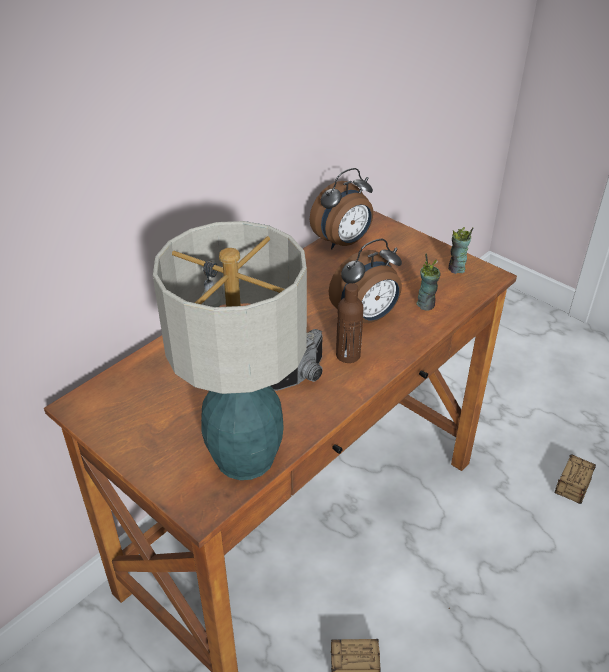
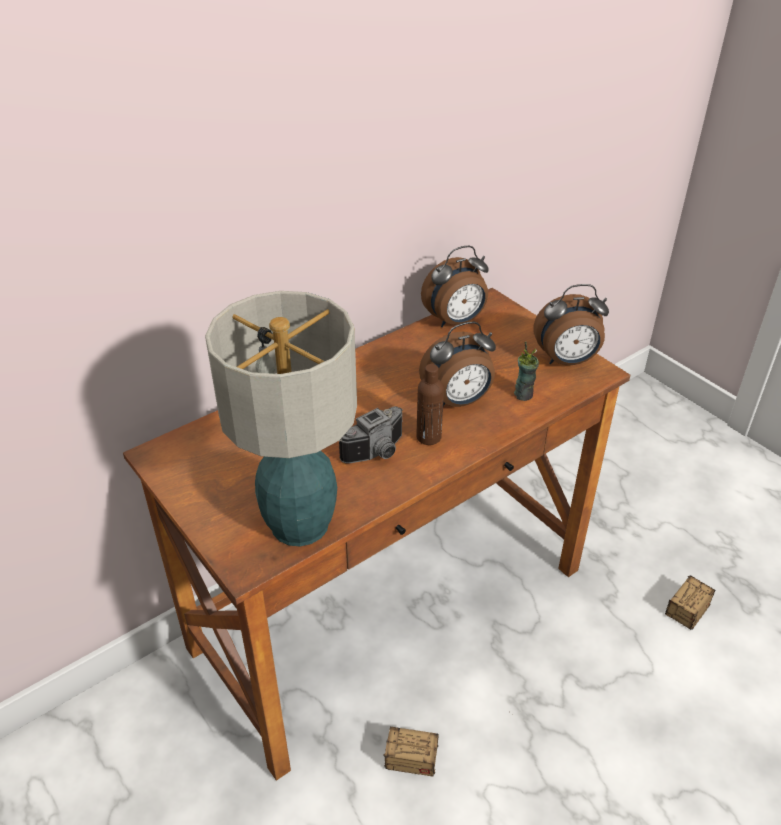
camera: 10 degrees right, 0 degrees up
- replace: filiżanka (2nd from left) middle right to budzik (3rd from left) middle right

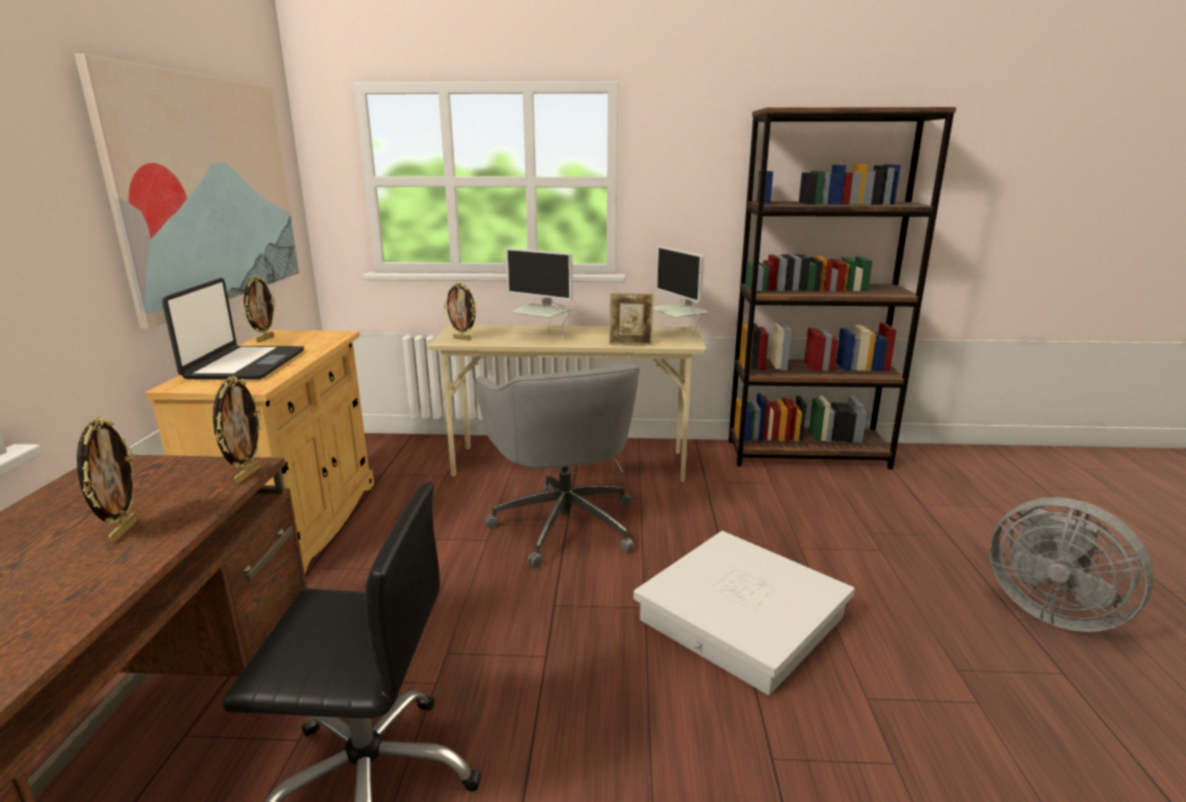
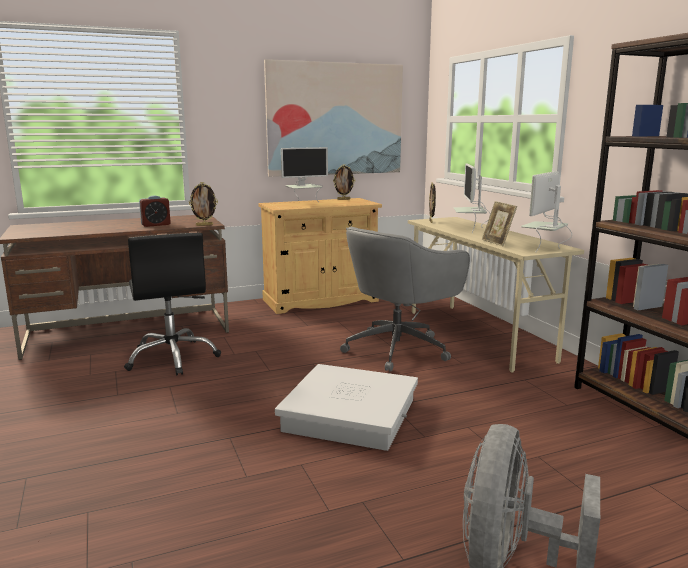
camera: 65 degrees right, 5 degrees down
- replace: ramka na zdjęcie (1st from left) middle left to budzik middle left
- replace: laptop middle left to monitor (1st from left) top centre

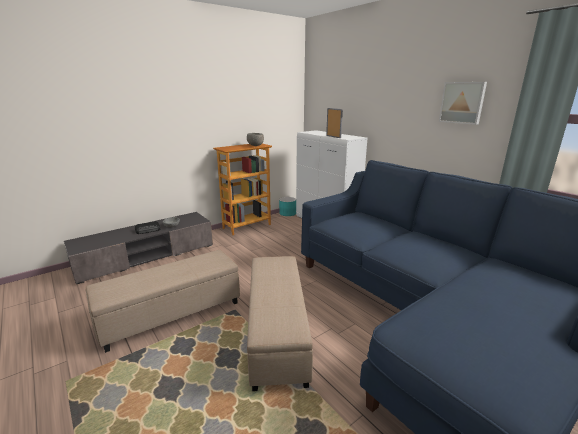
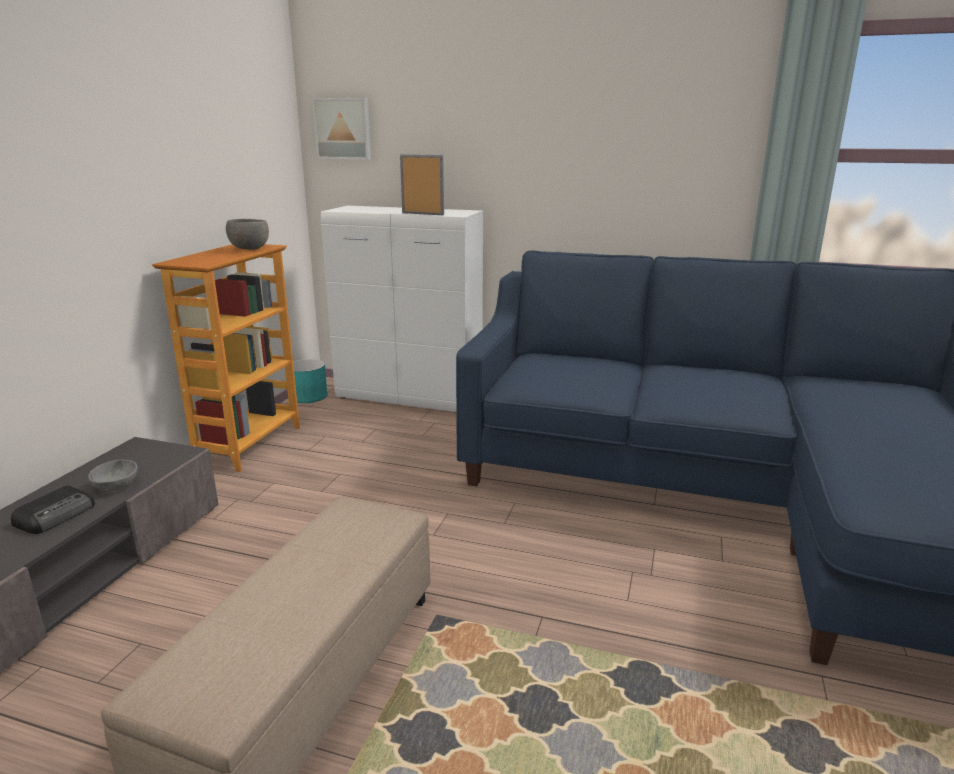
camera: 35 degrees left, 0 degrees up
- delete: pufa/beżowy (2nd from left) bottom centre
- move: obraz top right to top centre

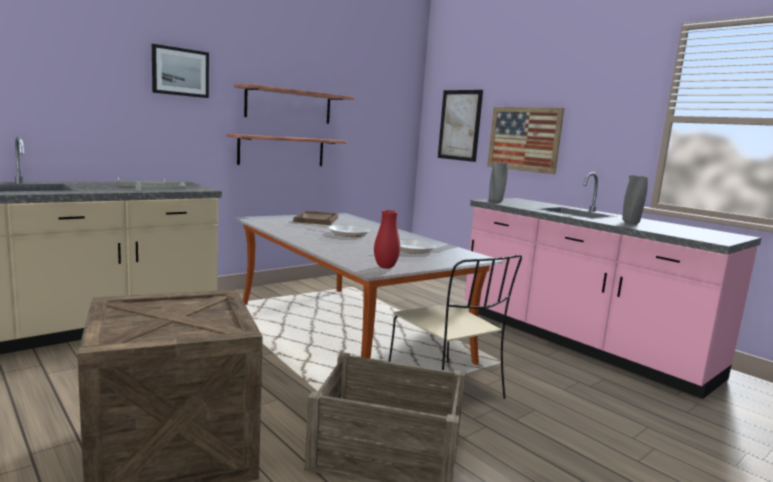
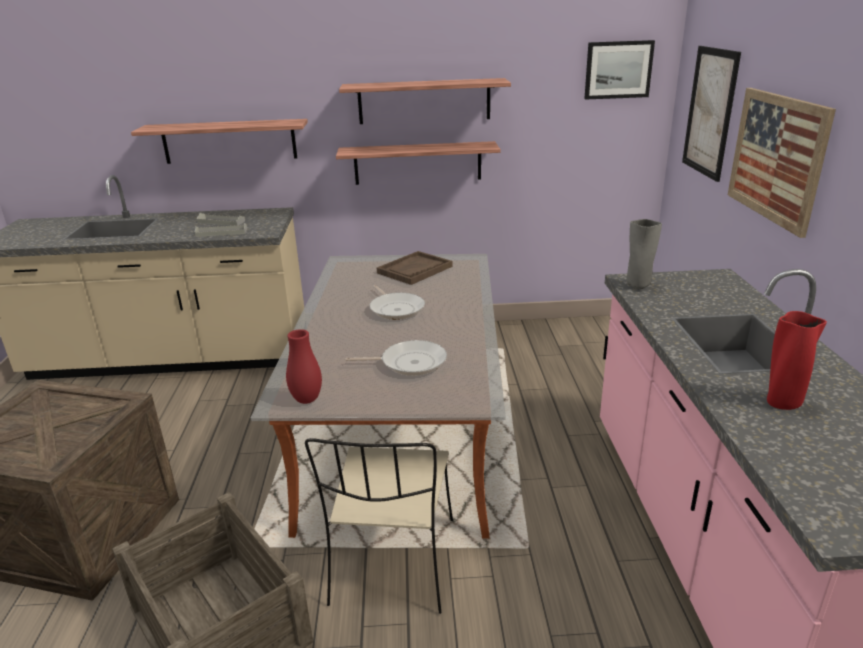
camera: 40 degrees right, 15 degrees up
- insert: półka (1st from left) top left
- move: obraz (1st from left) top left to top right
- recolor: wazon/szary (2nd from left) middle right to wazon/czerwony (2nd from left) middle right

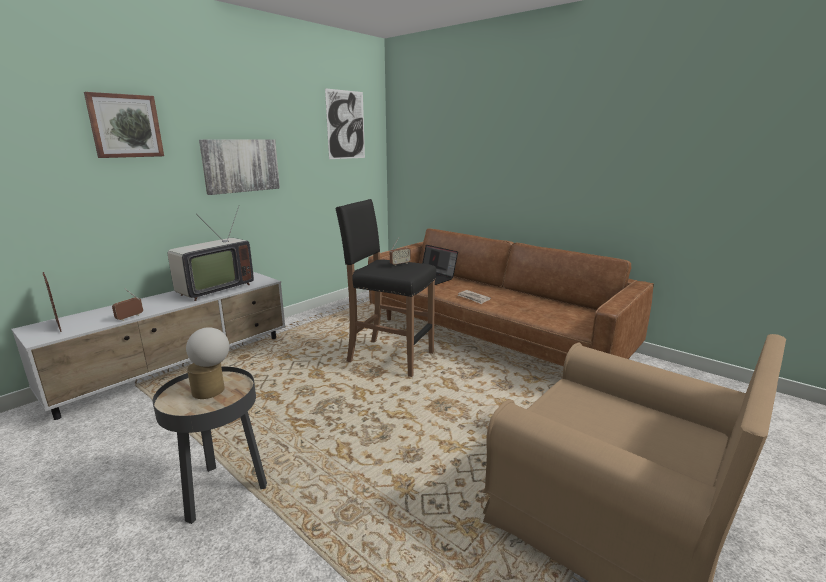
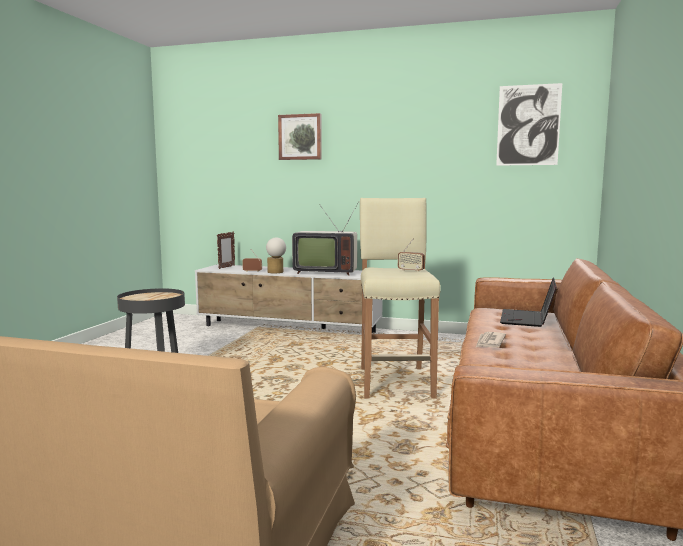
camera: 65 degrees right, 10 degrees down
- delete: obraz (2nd from left) top left
- move: lampa stołowa middle left to centre
- recolor: stołek/czarny centre to stołek/beżowy centre

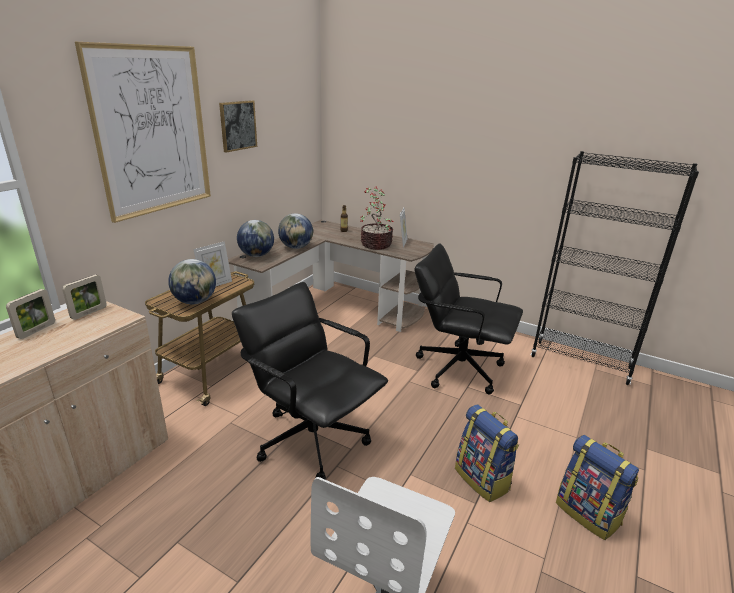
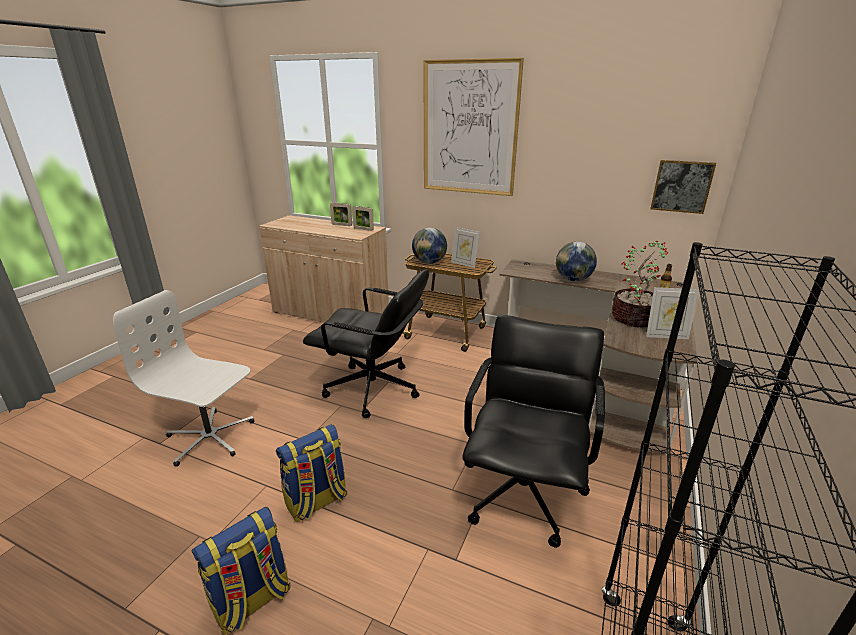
camera: 85 degrees right, 0 degrees up
- delete: globus (2nd from left) centre
- move: obraz (2nd from left) top left to top right
- rotate: krzesło biurowe/czarny (1st from left) centre = centre 75 degrees clockwise

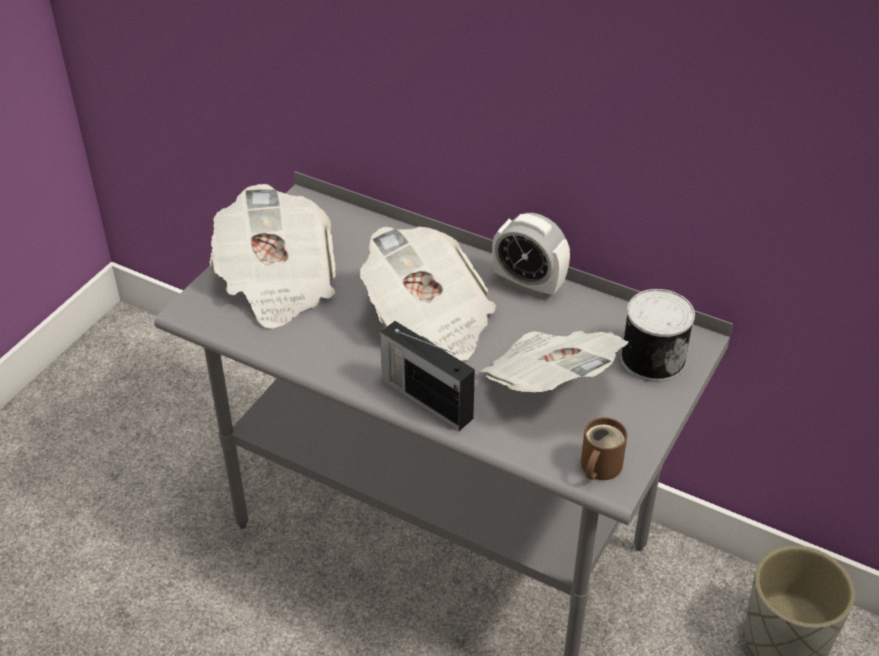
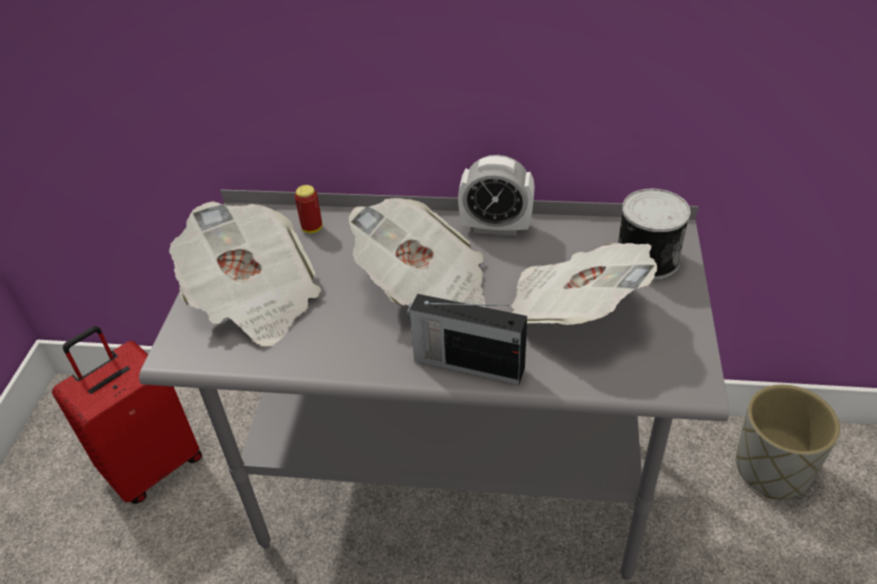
camera: 20 degrees left, 0 degrees up
- delete: kubek/brązowy bottom right
- insert: walizka/czerwony bottom left
- insert: puszka (1st from left) centre

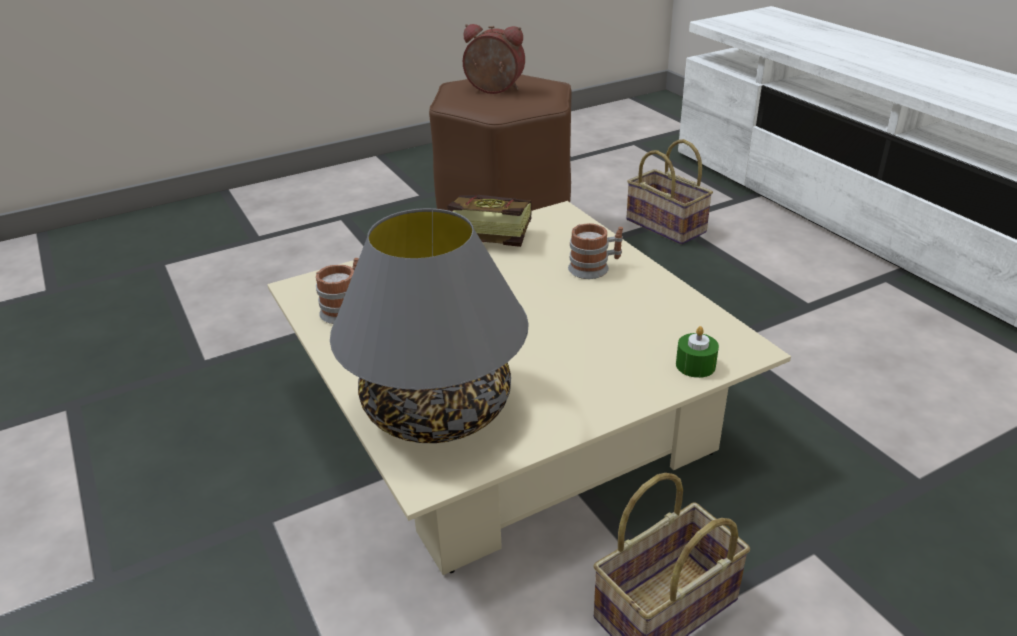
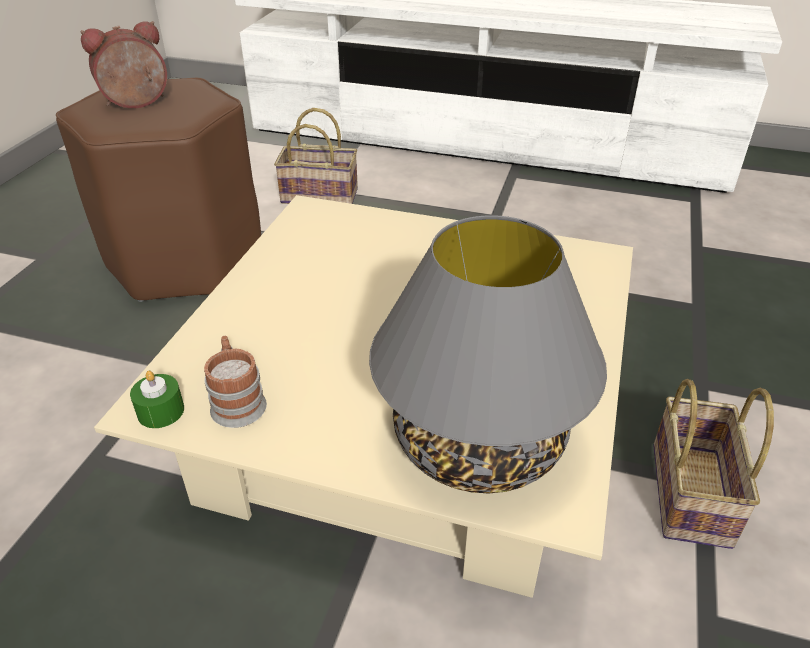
camera: 45 degrees left, 5 degrees up
- delete: książka centre
- delete: kubek (2nd from left) centre
- move: świeca/zielony middle right to middle left

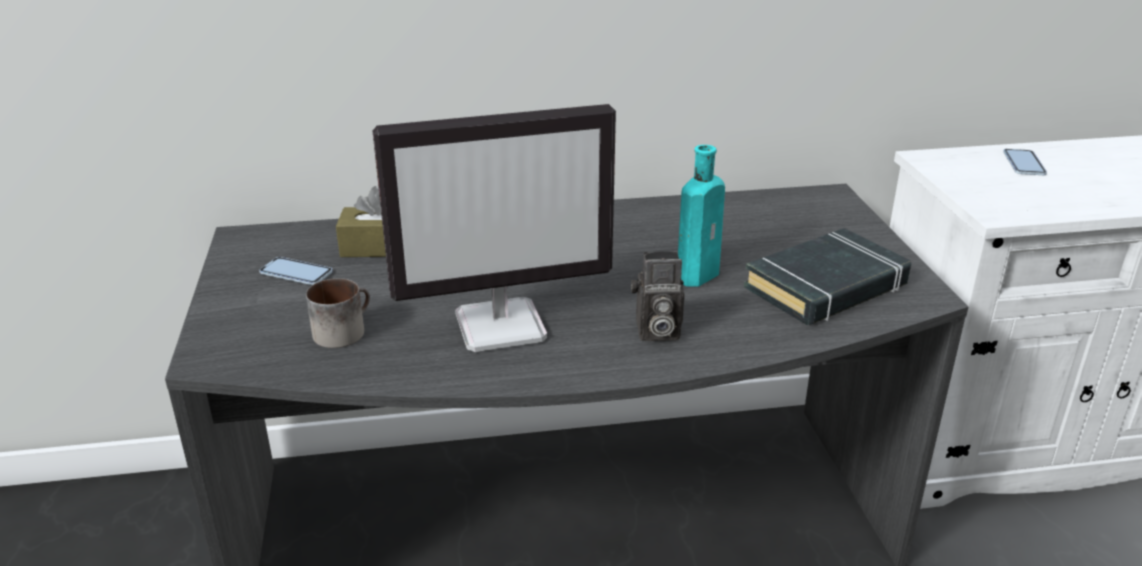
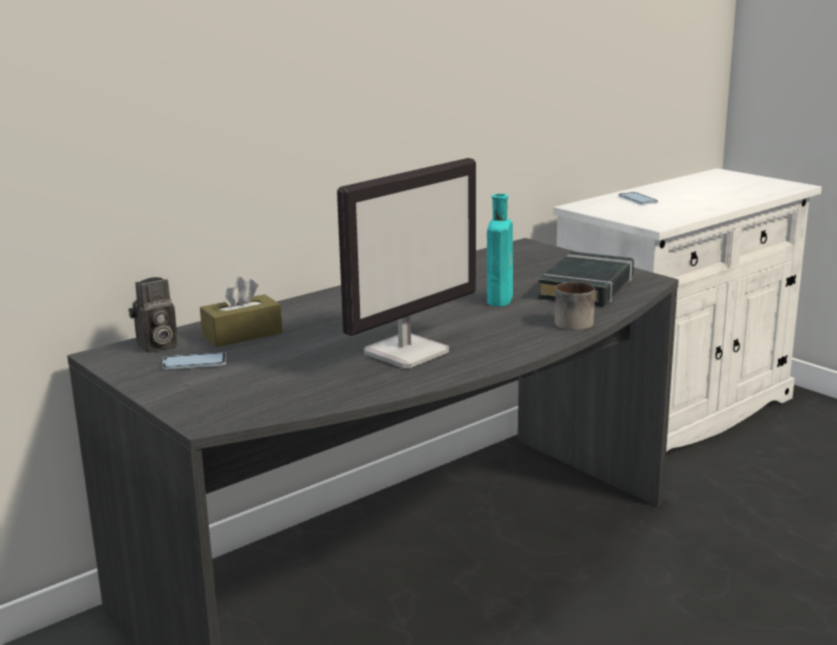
camera: 30 degrees left, 10 degrees down
- move: kubek middle left to middle right
- move: aparat fotograficzny centre to middle left

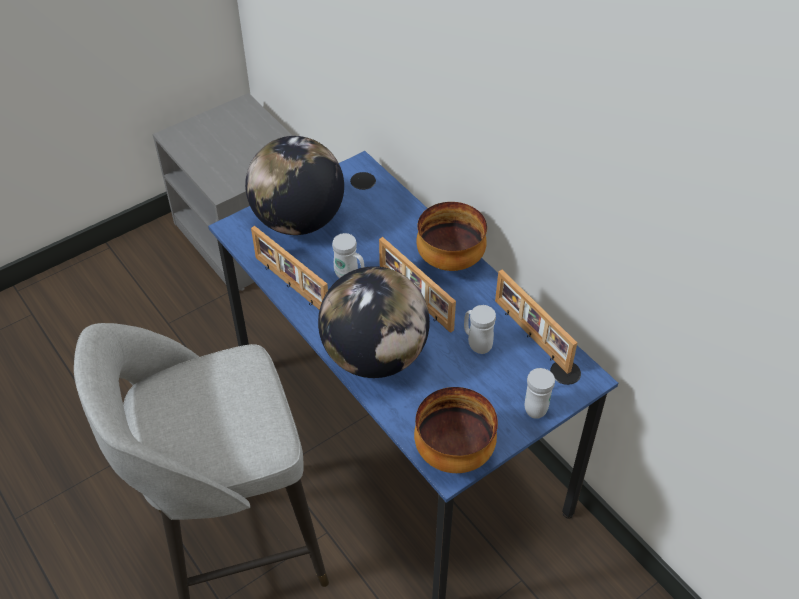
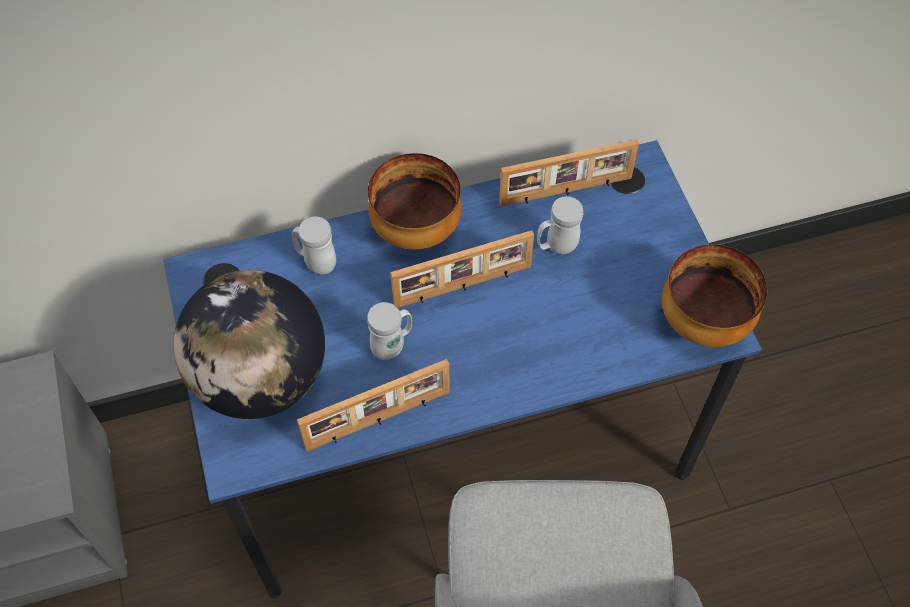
camera: 70 degrees left, 10 degrees up
- delete: globus (2nd from left) centre
- move: kubek/biały (3rd from left in the first image) middle right to kubek/biały (1st from left) centre

